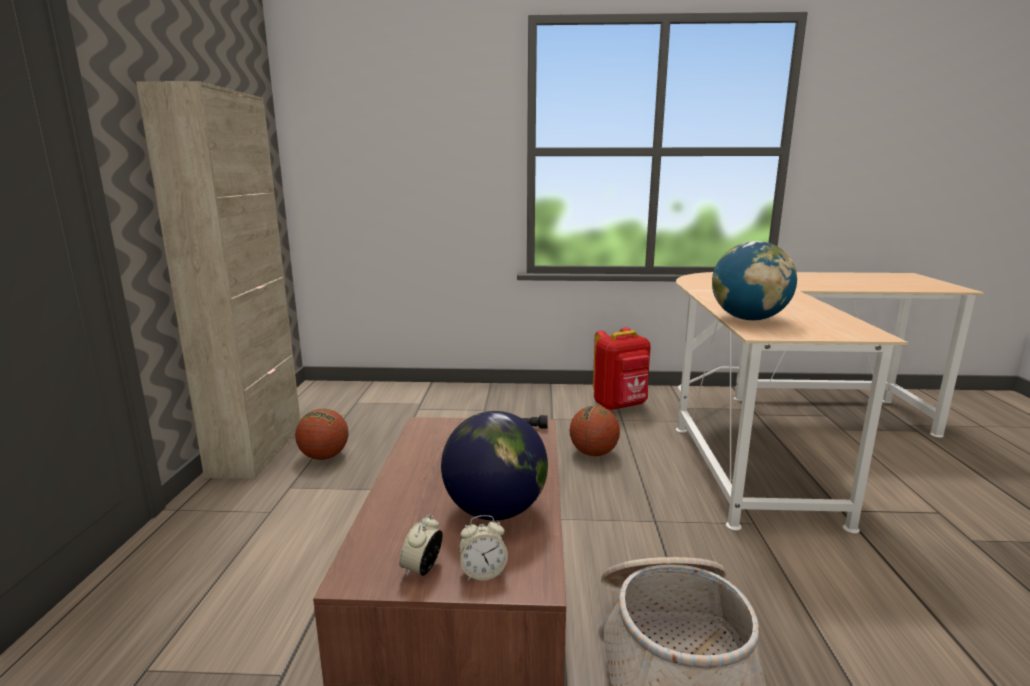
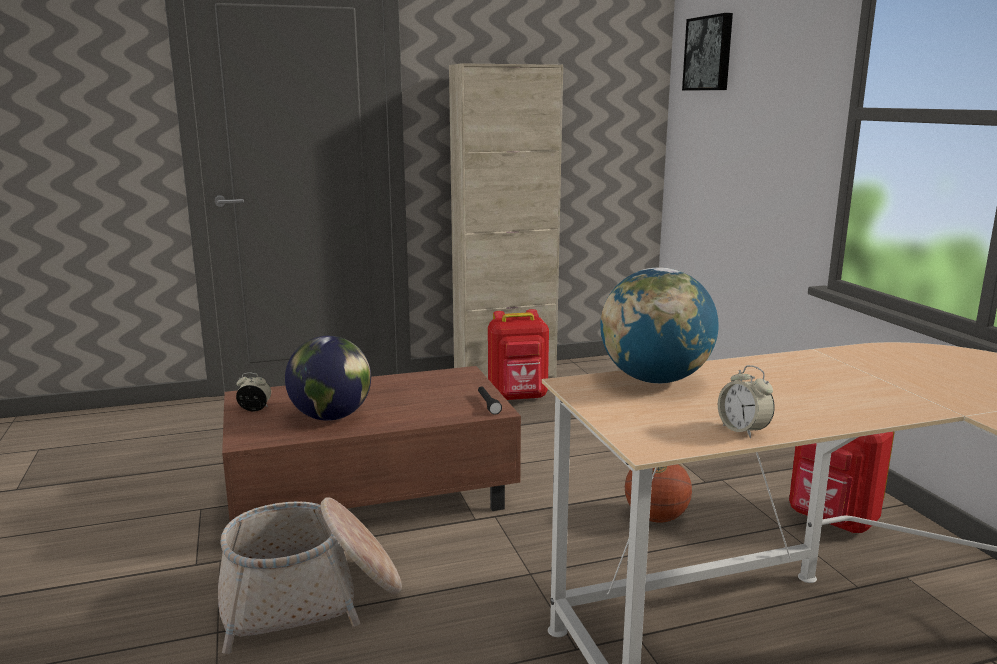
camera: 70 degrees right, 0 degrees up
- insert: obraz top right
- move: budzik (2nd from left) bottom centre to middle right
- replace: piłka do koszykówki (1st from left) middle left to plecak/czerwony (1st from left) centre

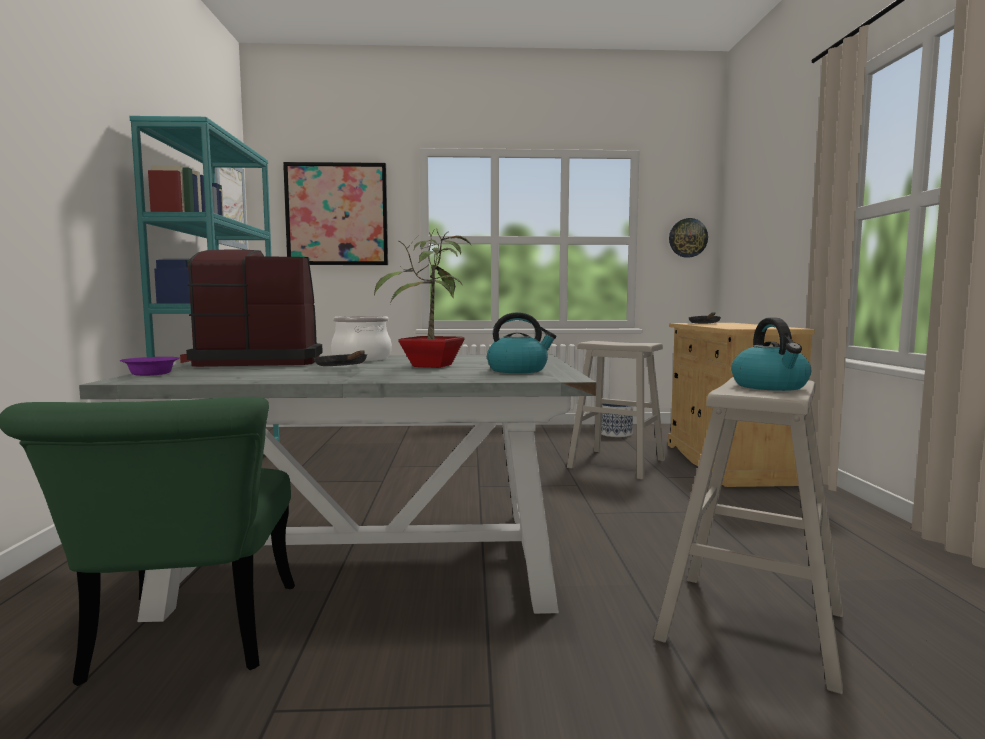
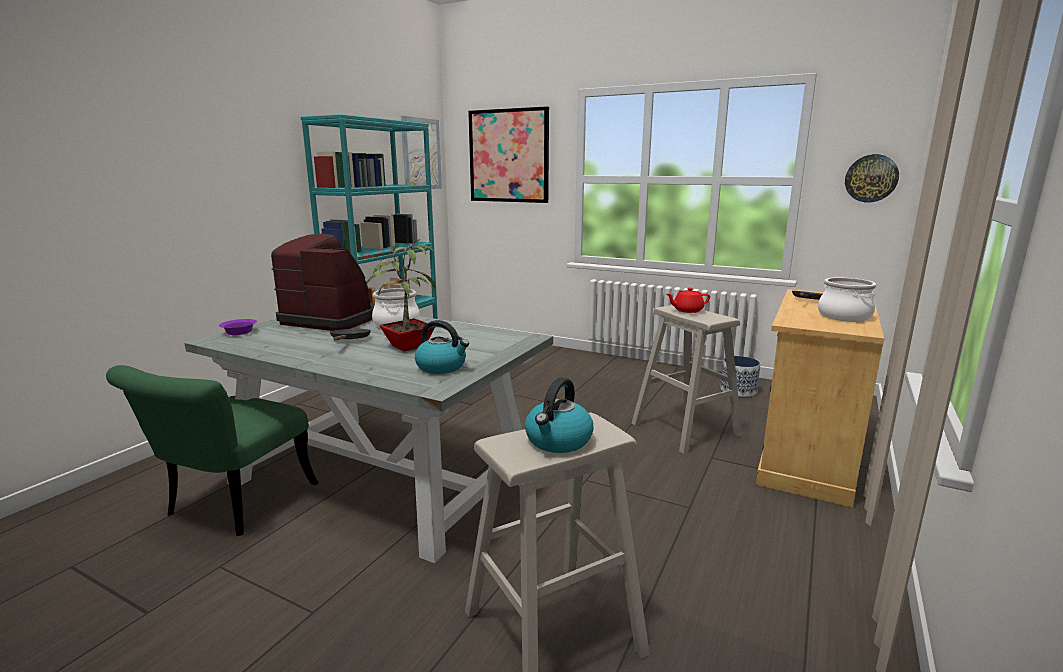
camera: 30 degrees right, 10 degrees up
- insert: imbryk/czerwony centre
- insert: garnek (2nd from left) middle right

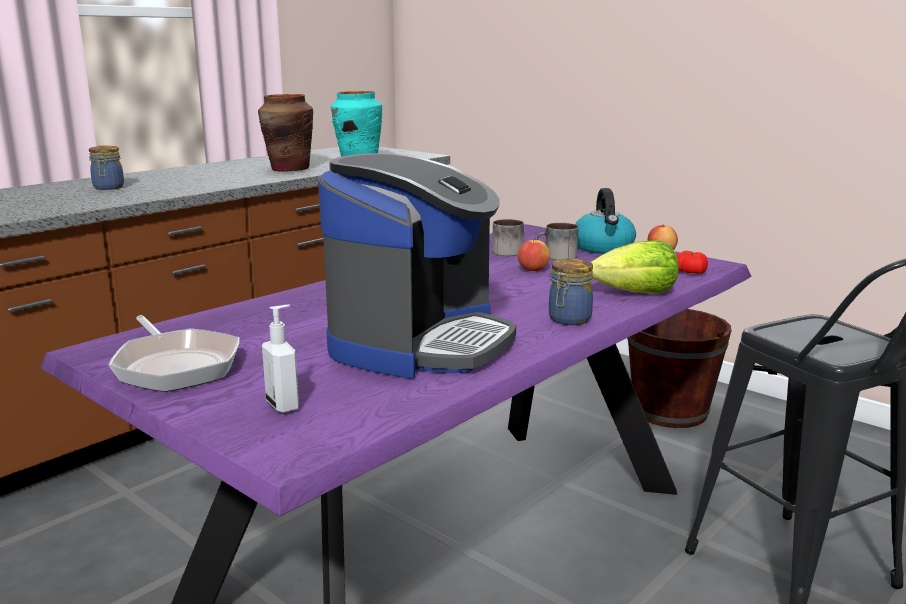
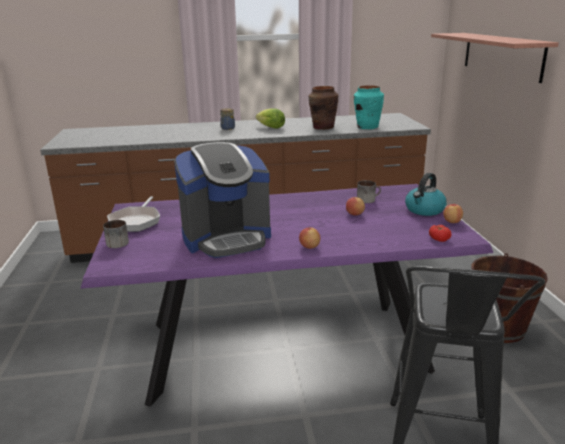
camera: 40 degrees right, 5 degrees up
- delete: dozownik mydła middle left
- insert: półka top right
- move: kubek (2nd from left in the first image) centre to kubek (1st from left) middle left
- move: sałata middle right to top centre
- replace: słoik (2nd from left) centre to jabłko (1st from left) centre

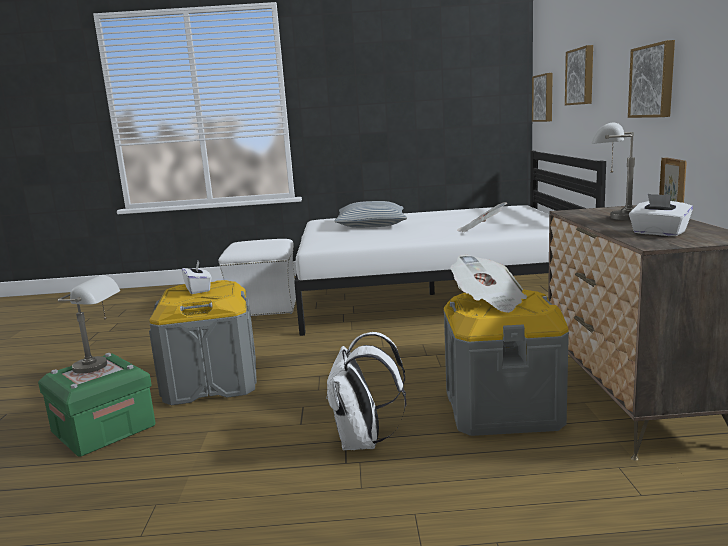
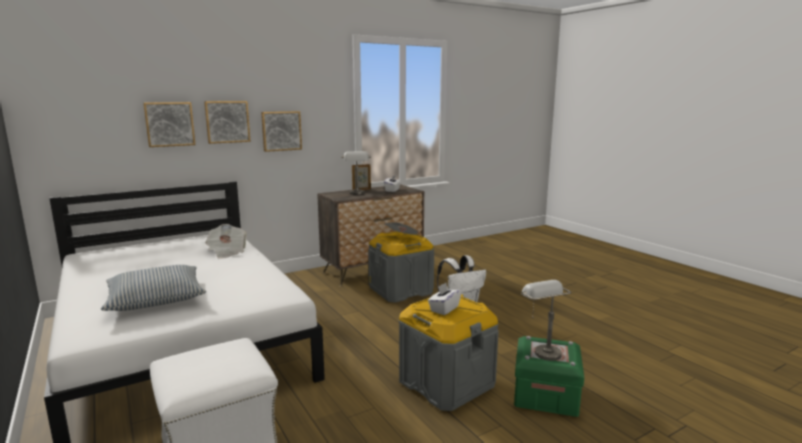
camera: 120 degrees left, 0 degrees up
- move: obraz (1st from left in the first image) top right to obraz (2nd from left) top left

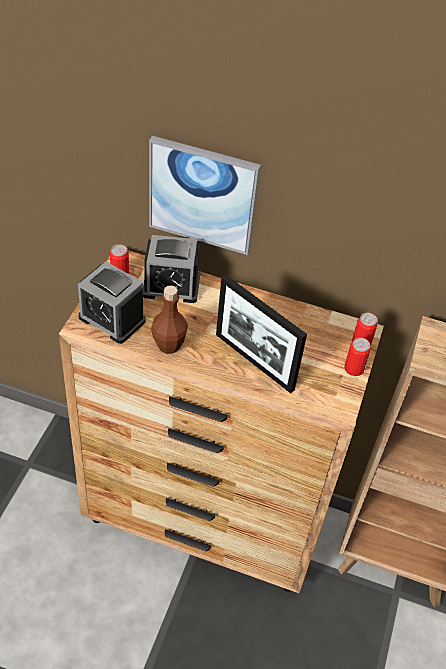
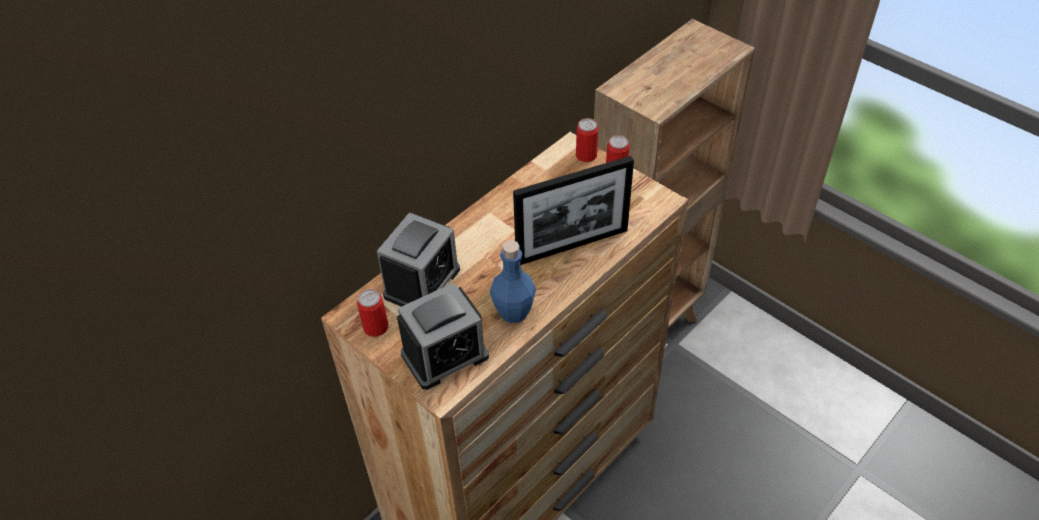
camera: 60 degrees left, 0 degrees up
- delete: obraz top centre
- recolor: butelka/brązowy centre to butelka/niebieski centre

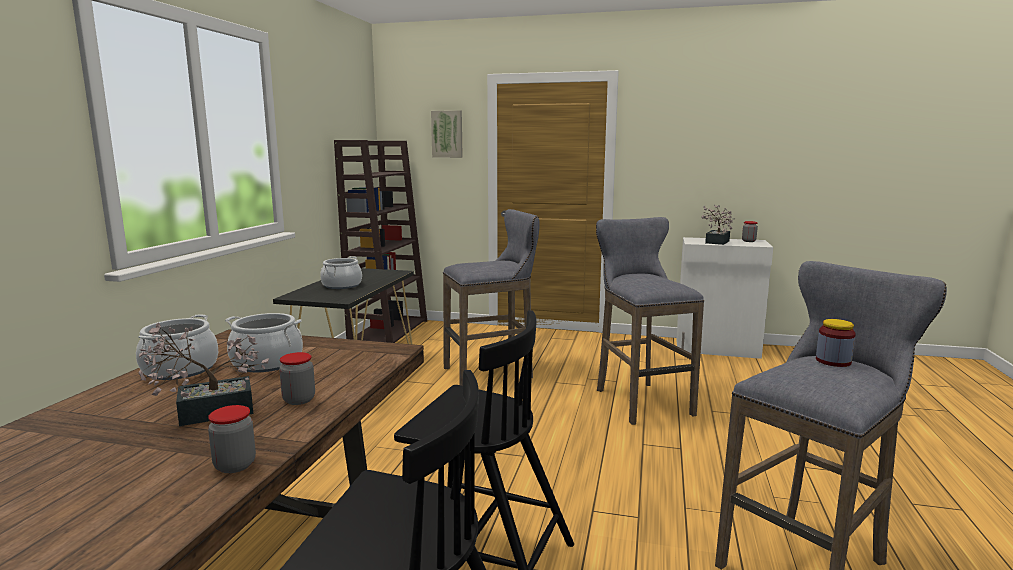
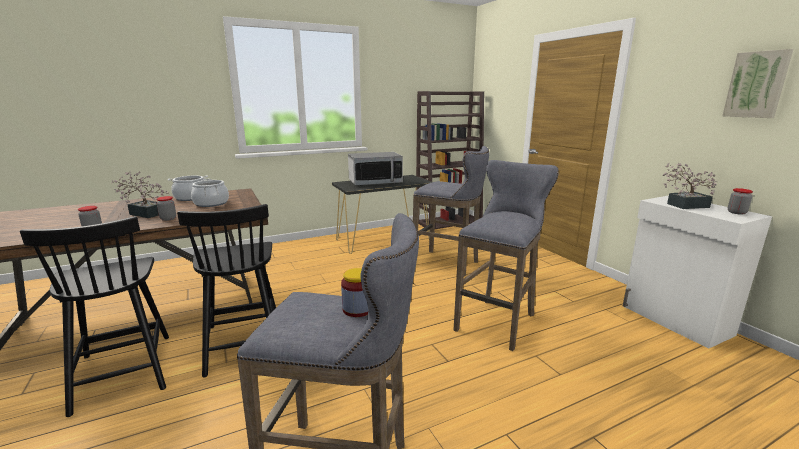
camera: 50 degrees right, 5 degrees up
- move: obraz top centre to top right
- replace: garnek (3rd from left) centre to mikrofalówka centre

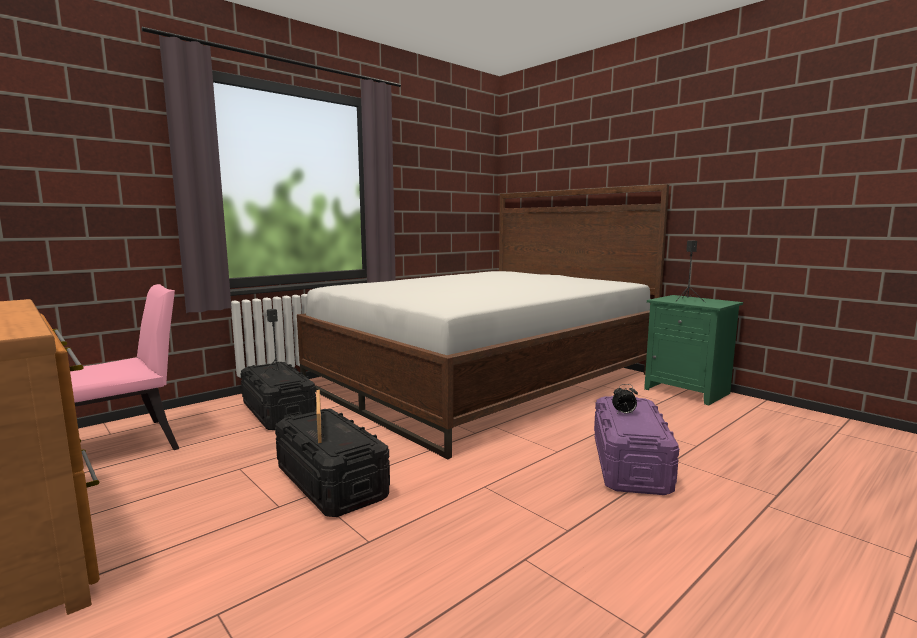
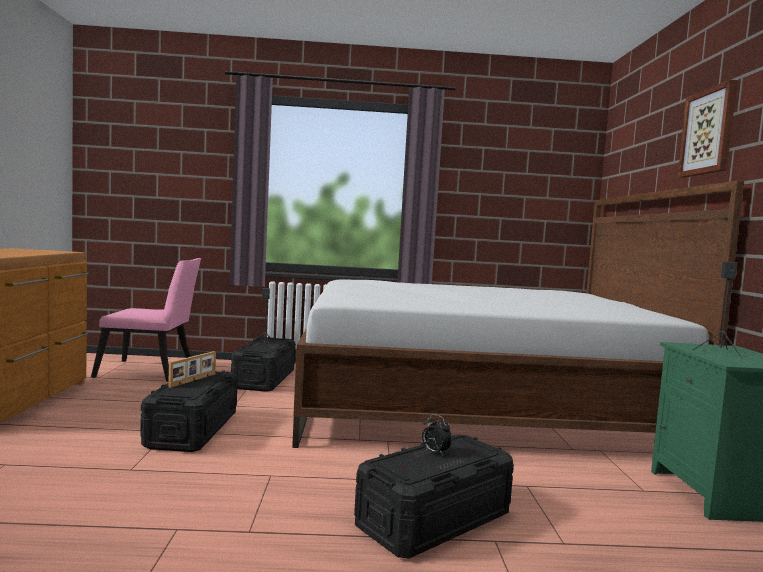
camera: 40 degrees right, 5 degrees down
- insert: obraz top right
- recolor: pojemnik do przechowywania/fioletowy bottom right to pojemnik do przechowywania/czarny (3rd from left) bottom centre

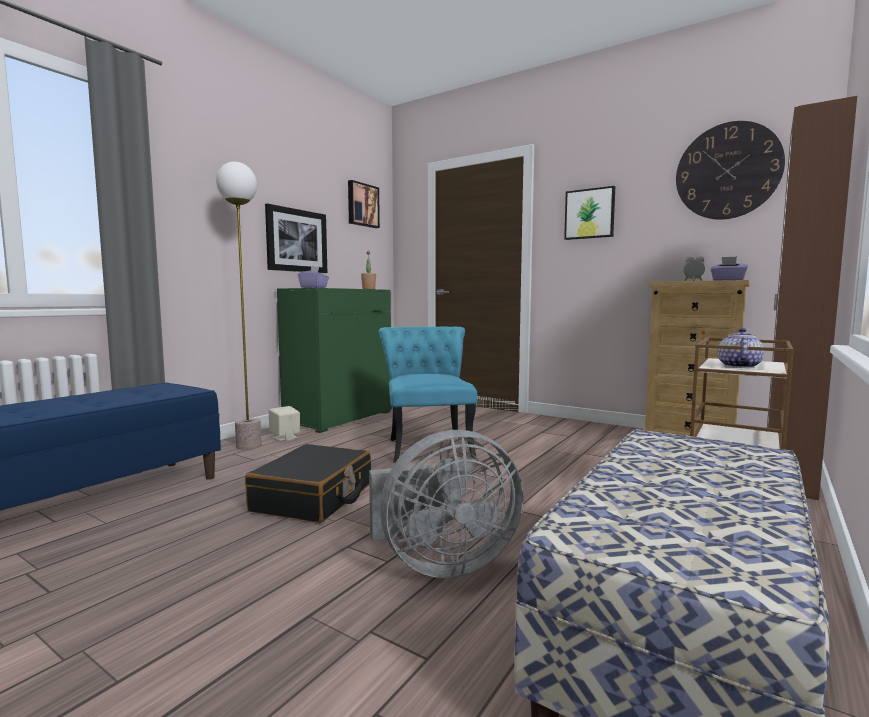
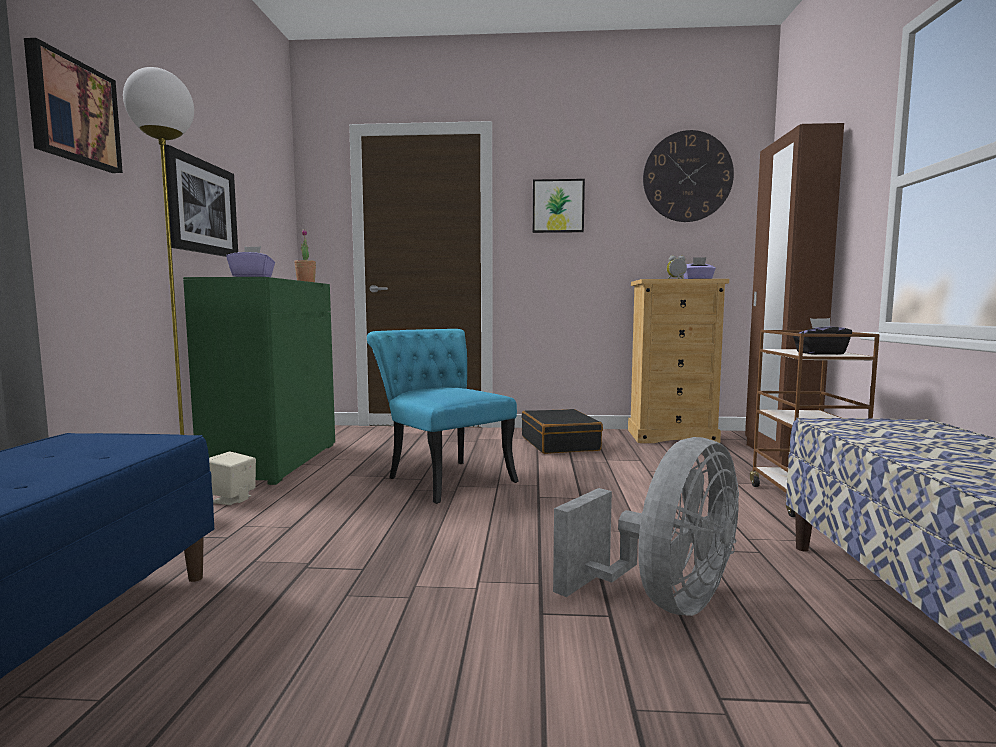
camera: 30 degrees left, 0 degrees up
- move: walizka/czarny bottom centre to centre
- move: obraz (2nd from left in the first image) top centre to obraz (1st from left) top left
- replace: imbryk middle right to pudełko chusteczek/czarny middle right

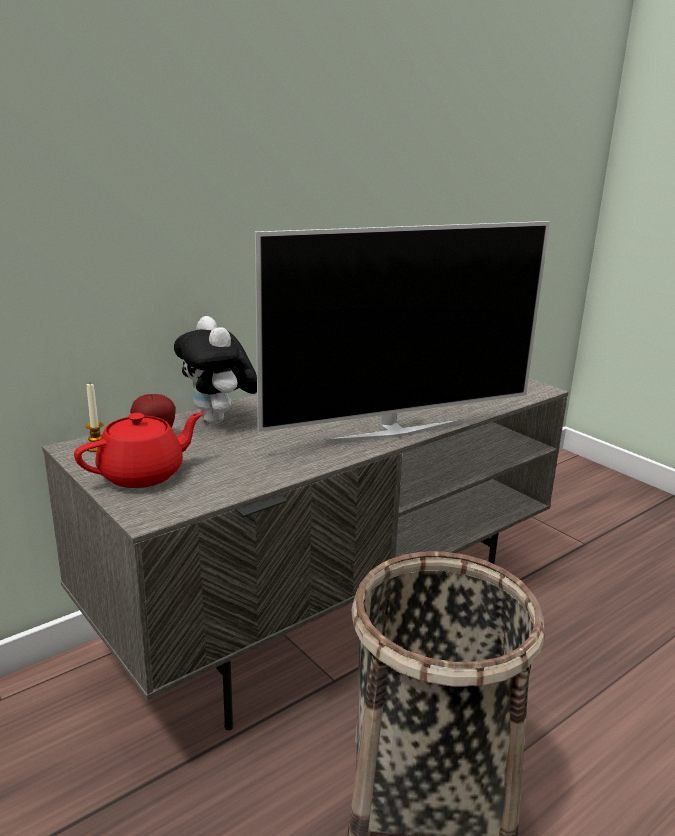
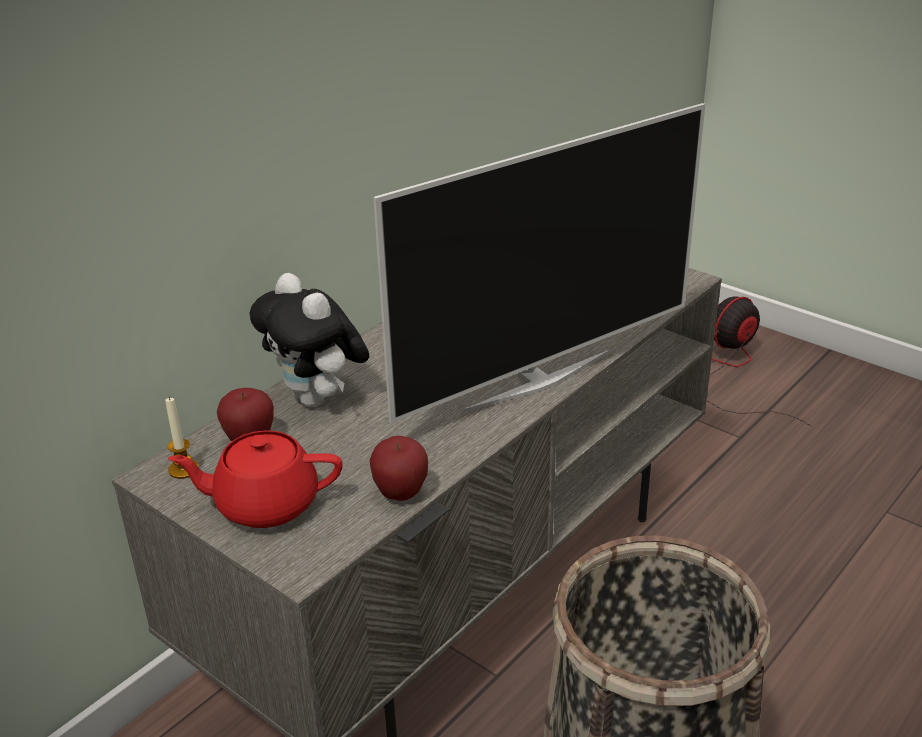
camera: 10 degrees left, 10 degrees up
- insert: jabłko (2nd from left) centre
- insert: wentylator middle right
- rotate: imbryk/czerwony middle left = middle left 135 degrees counterclockwise

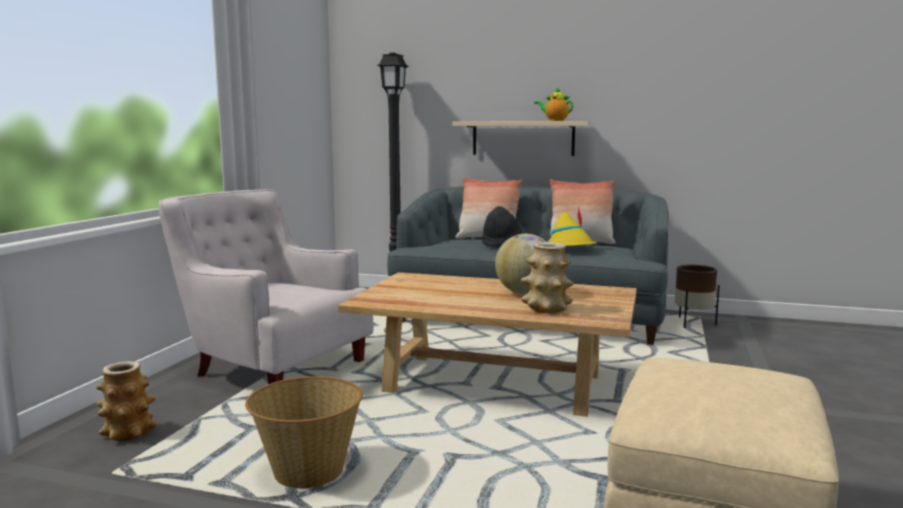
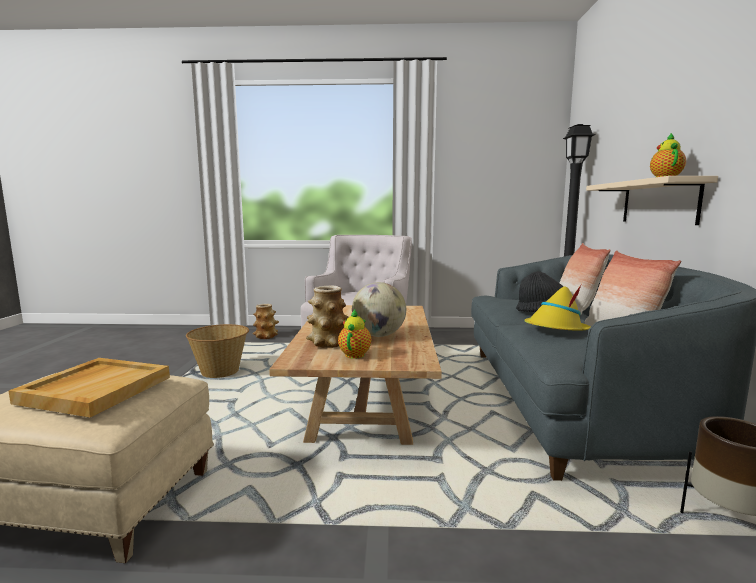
camera: 75 degrees right, 0 degrees up
- insert: taca/beżowy middle left
- insert: imbryk (1st from left) centre

